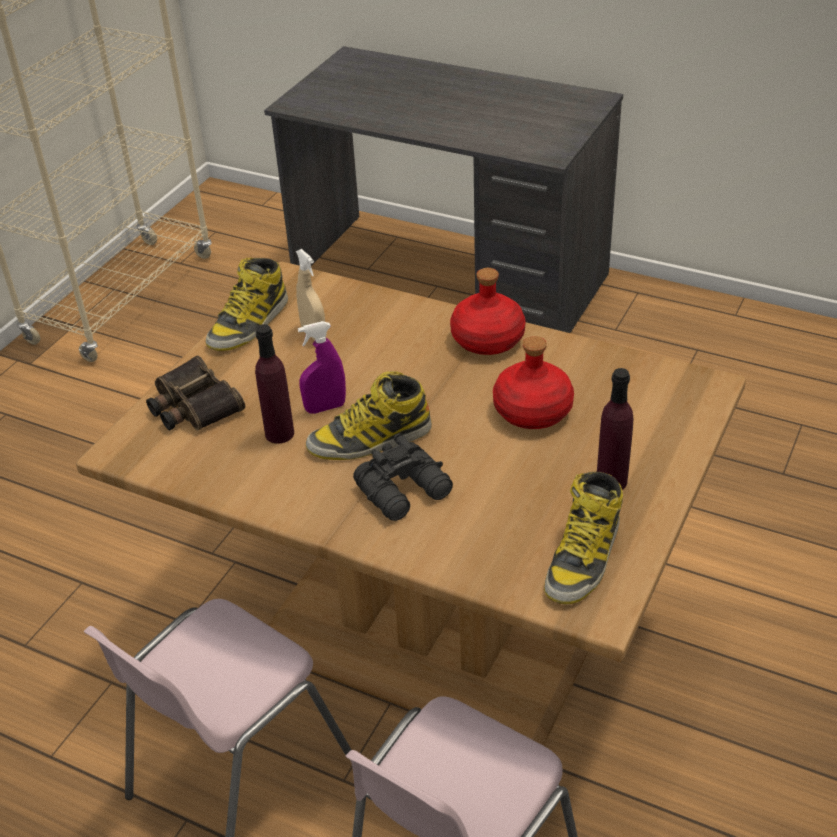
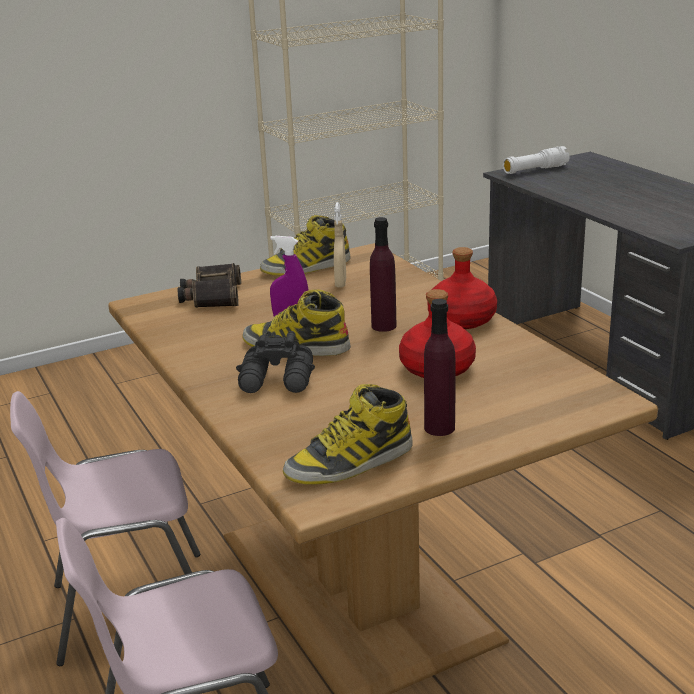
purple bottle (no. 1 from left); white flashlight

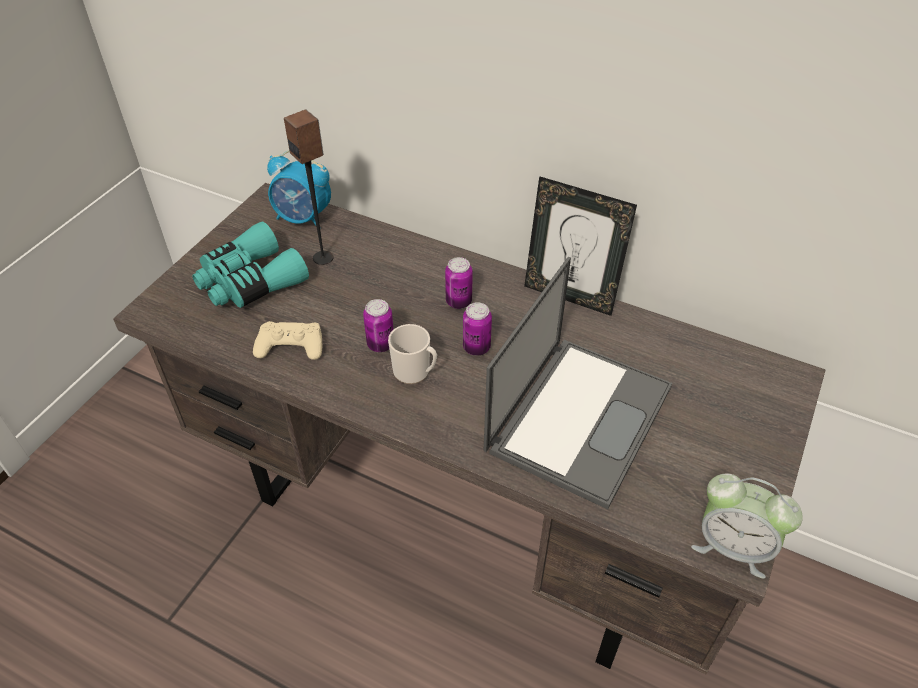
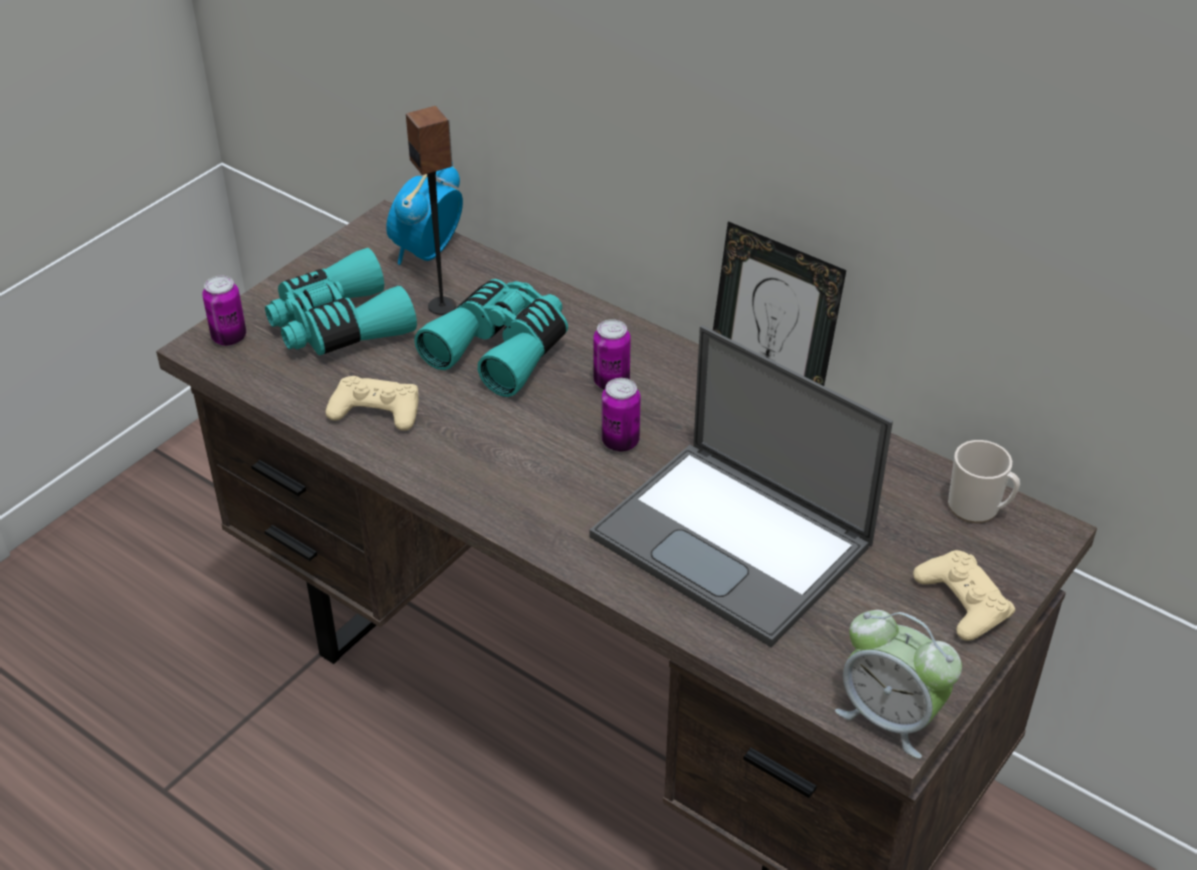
alarm clock (no. 1 from left); can (no. 1 from left); mug; laptop; turquoise binoculars (no. 2 from left); beige game controller (no. 2 from left)

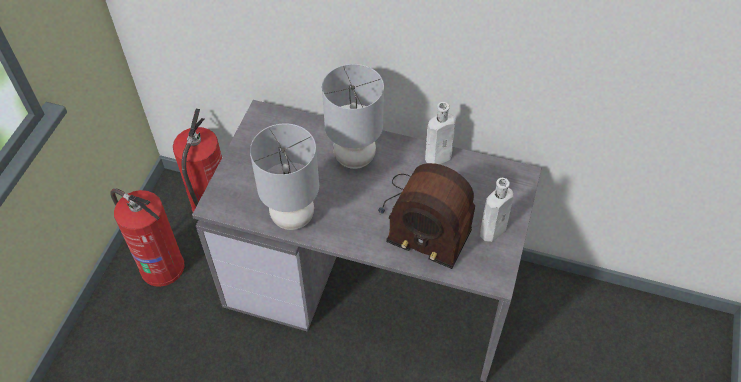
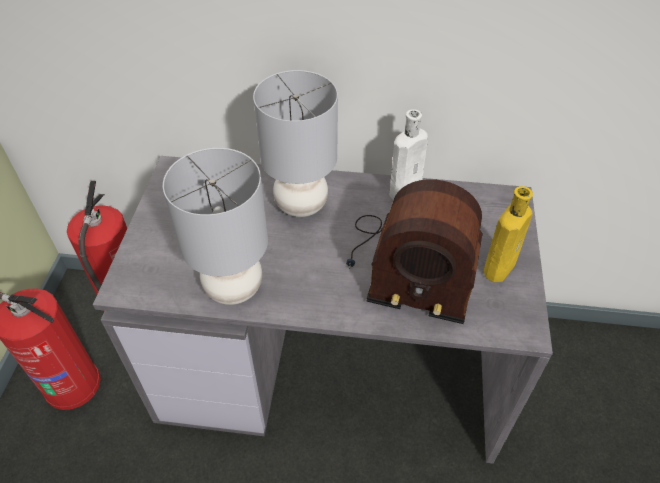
yellow bottle

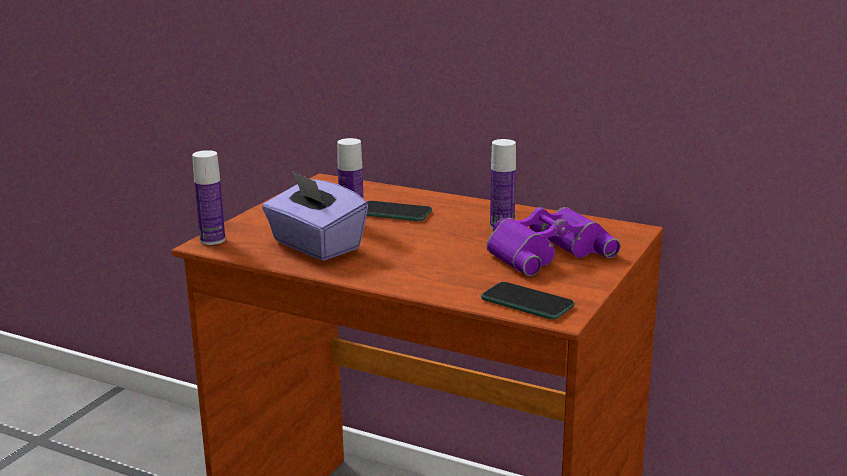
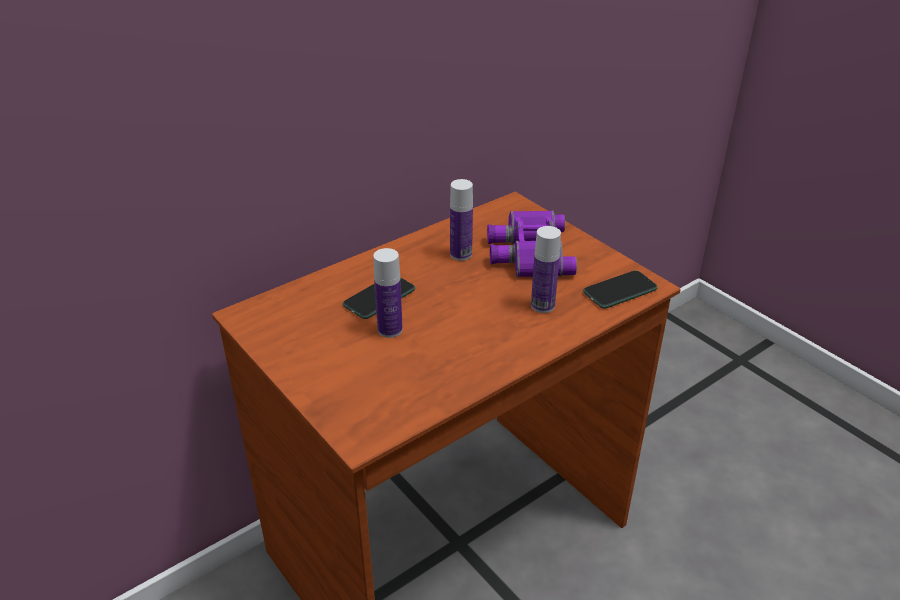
bottle (no. 3 from left); purple tissue box

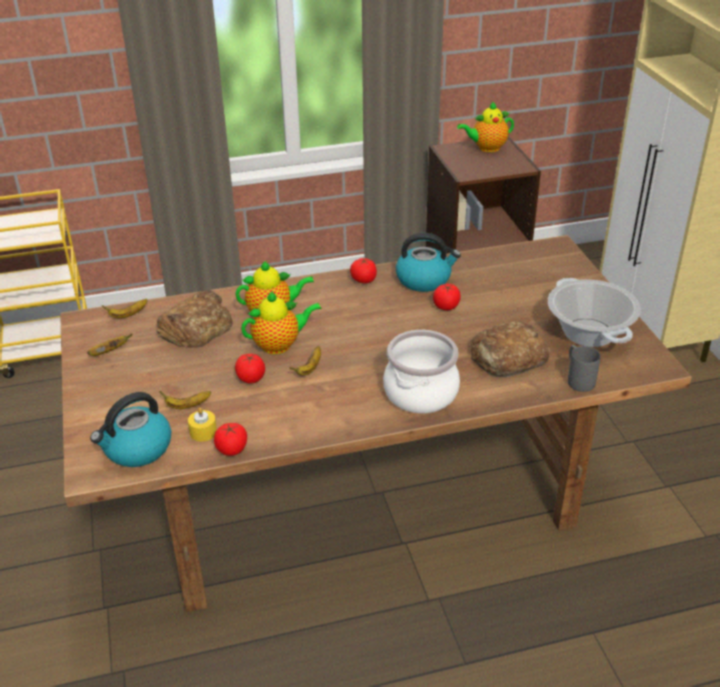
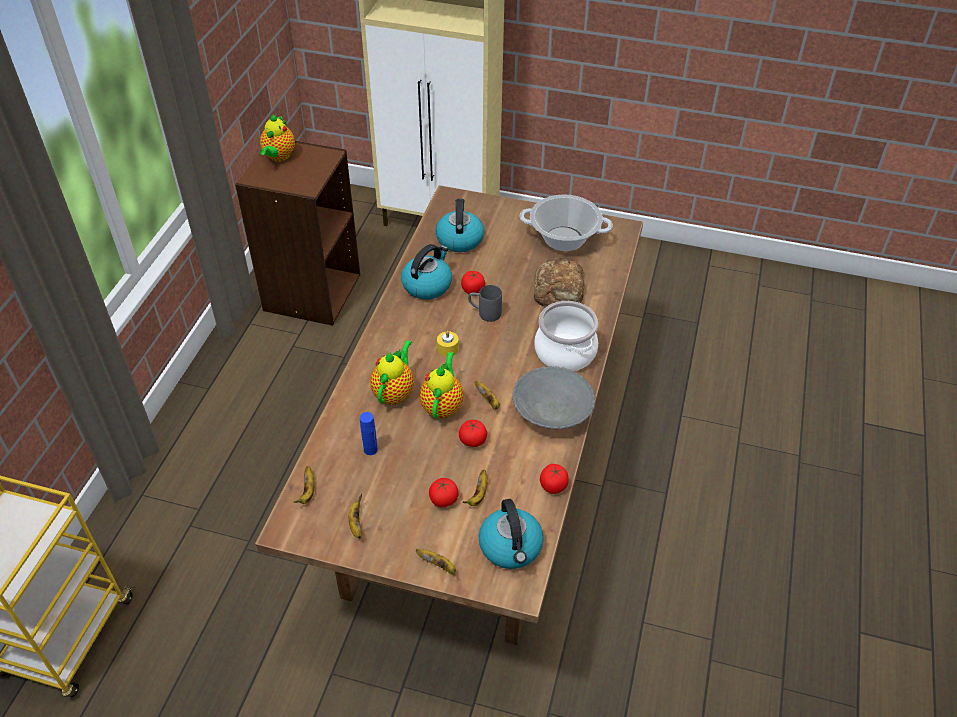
blue bottle; yellow candle; tomato (no. 1 from left); grey mug; banana (no. 3 from left); kettle (no. 2 from left); grey bowl

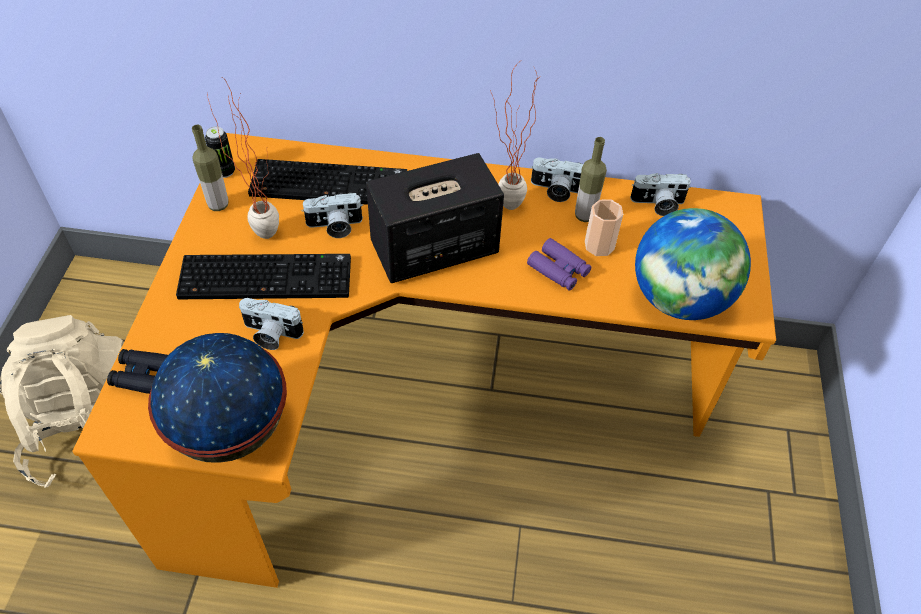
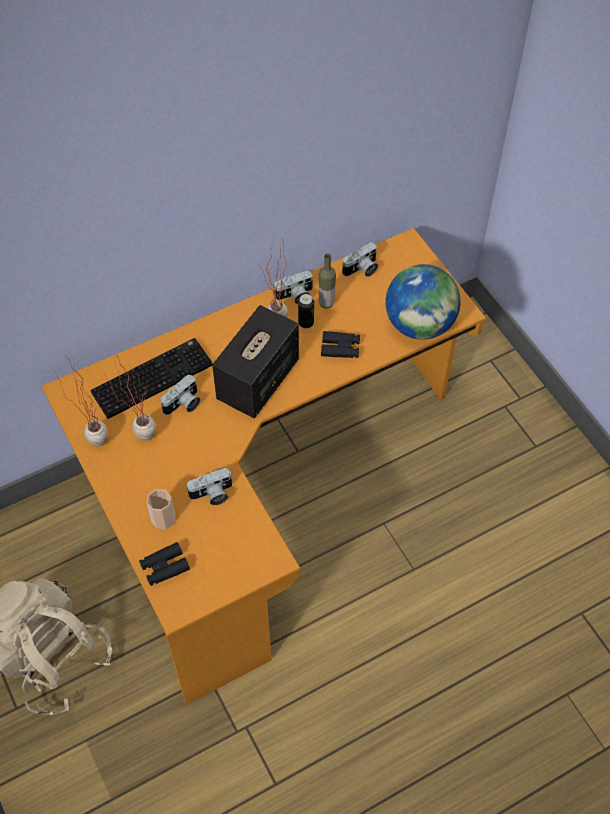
globe (no. 1 from left in the first image); keyboard (no. 1 from left in the first image); potted plant (no. 1 from left); can; black binoculars (no. 2 from left); cup

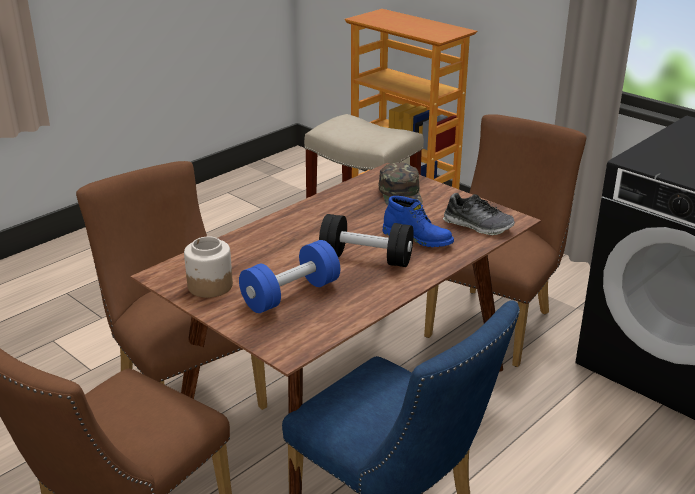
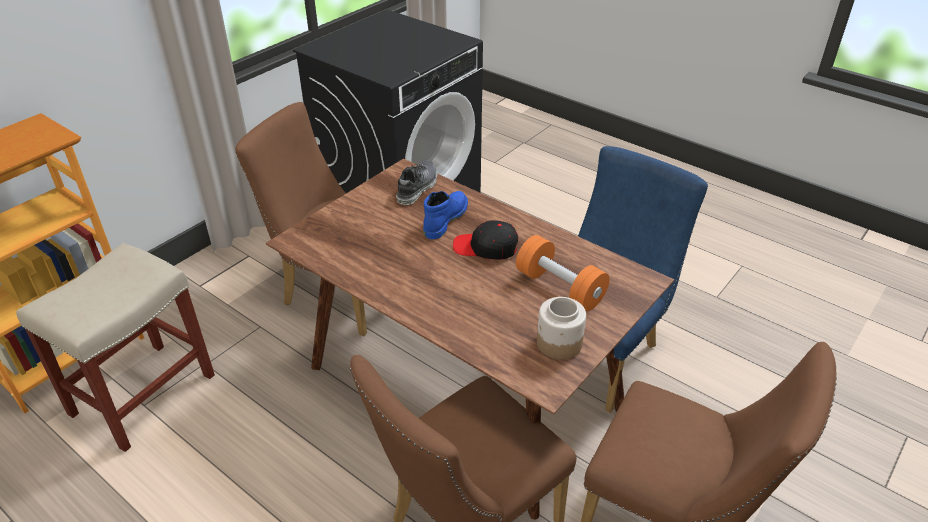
orange dumbbell; black cap; green cap

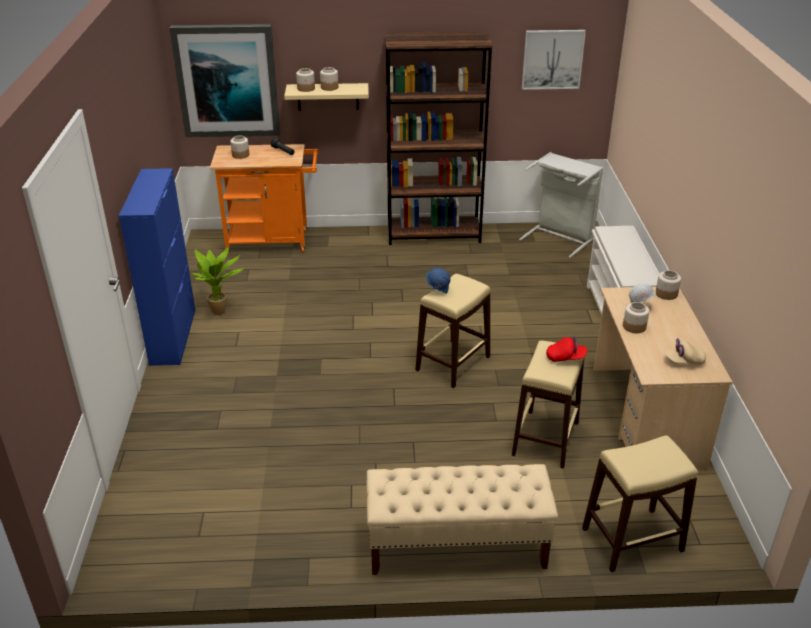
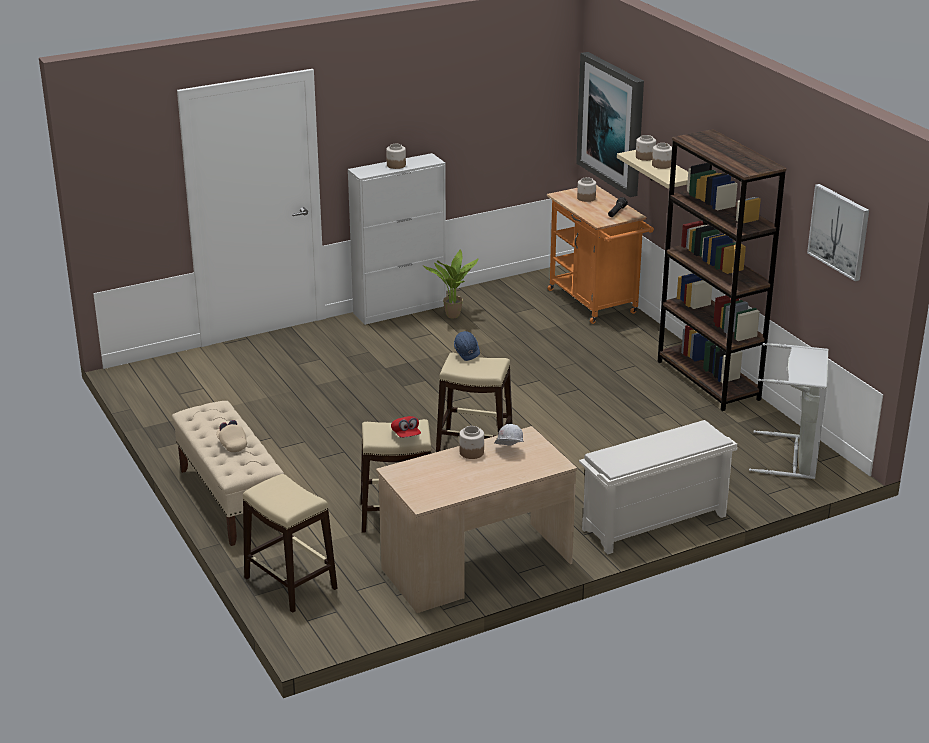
white cabinet; jar (no. 1 from left); beige cap

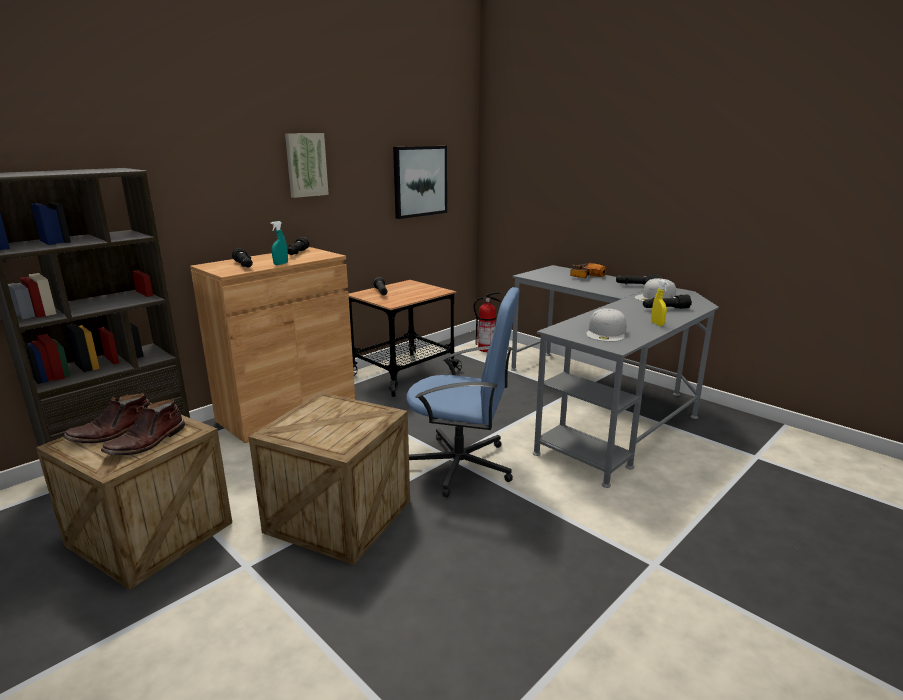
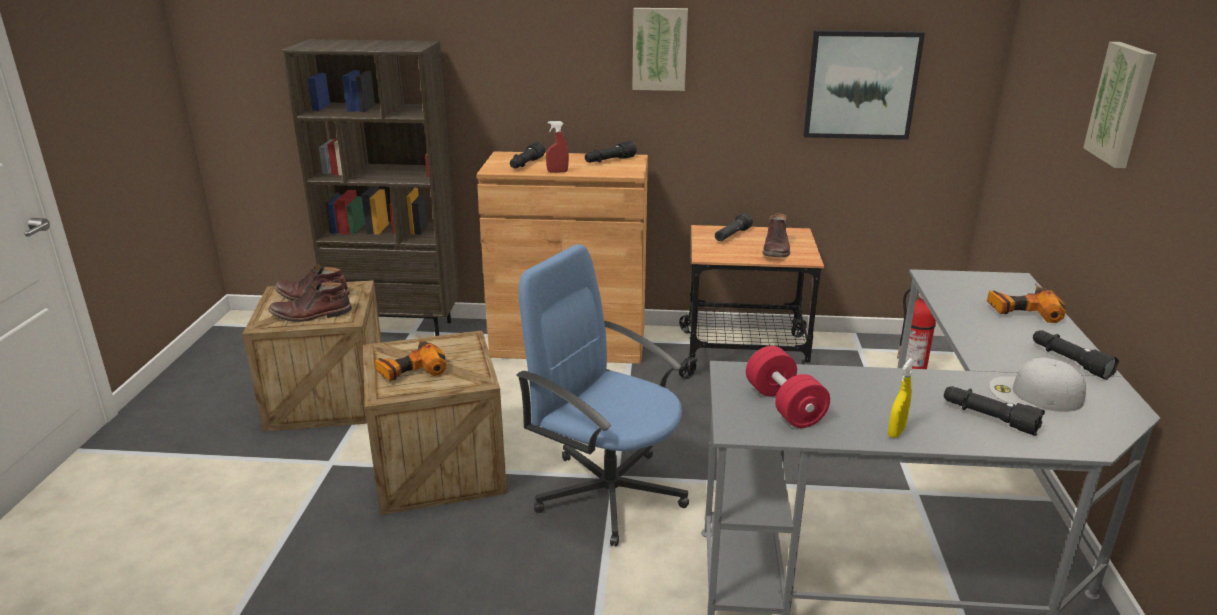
red spray bottle; blue office chair; red dumbbell; power drill (no. 1 from left); brown boot (no. 3 from left); picture (no. 3 from left)

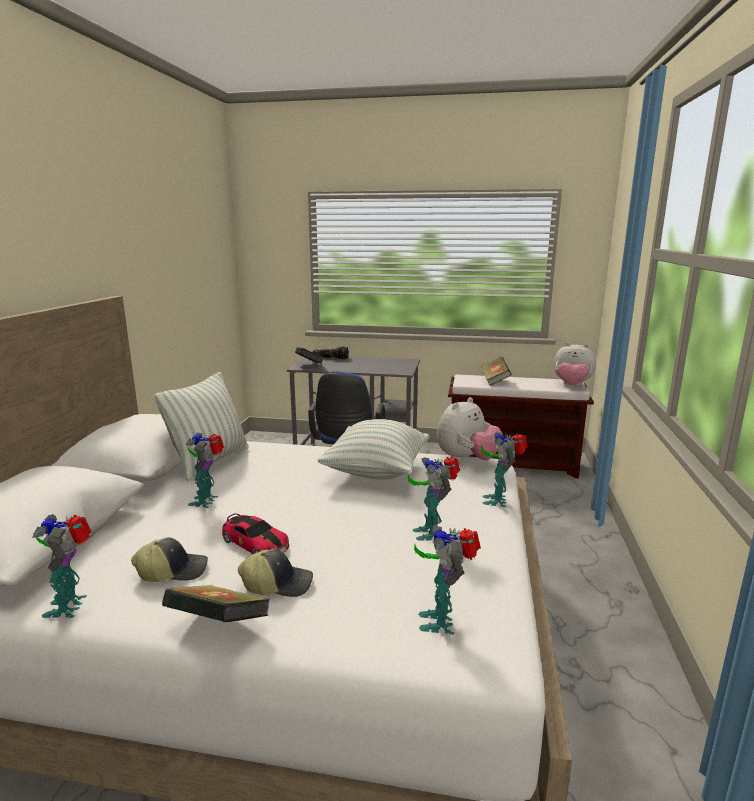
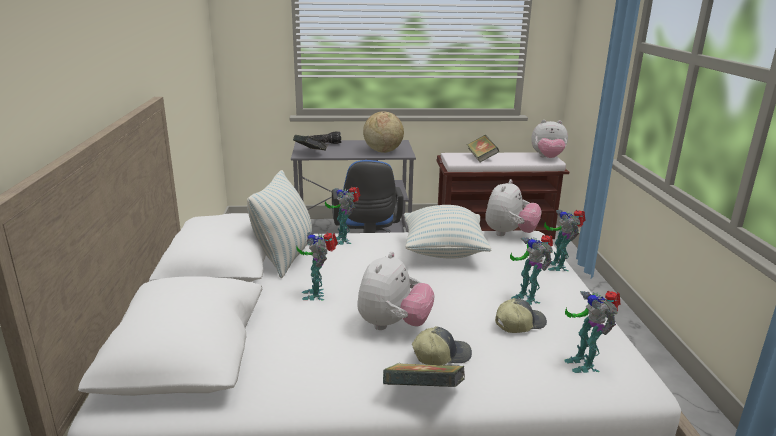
toy robot (no. 2 from left); cap (no. 2 from left); plush toy (no. 1 from left); globe

